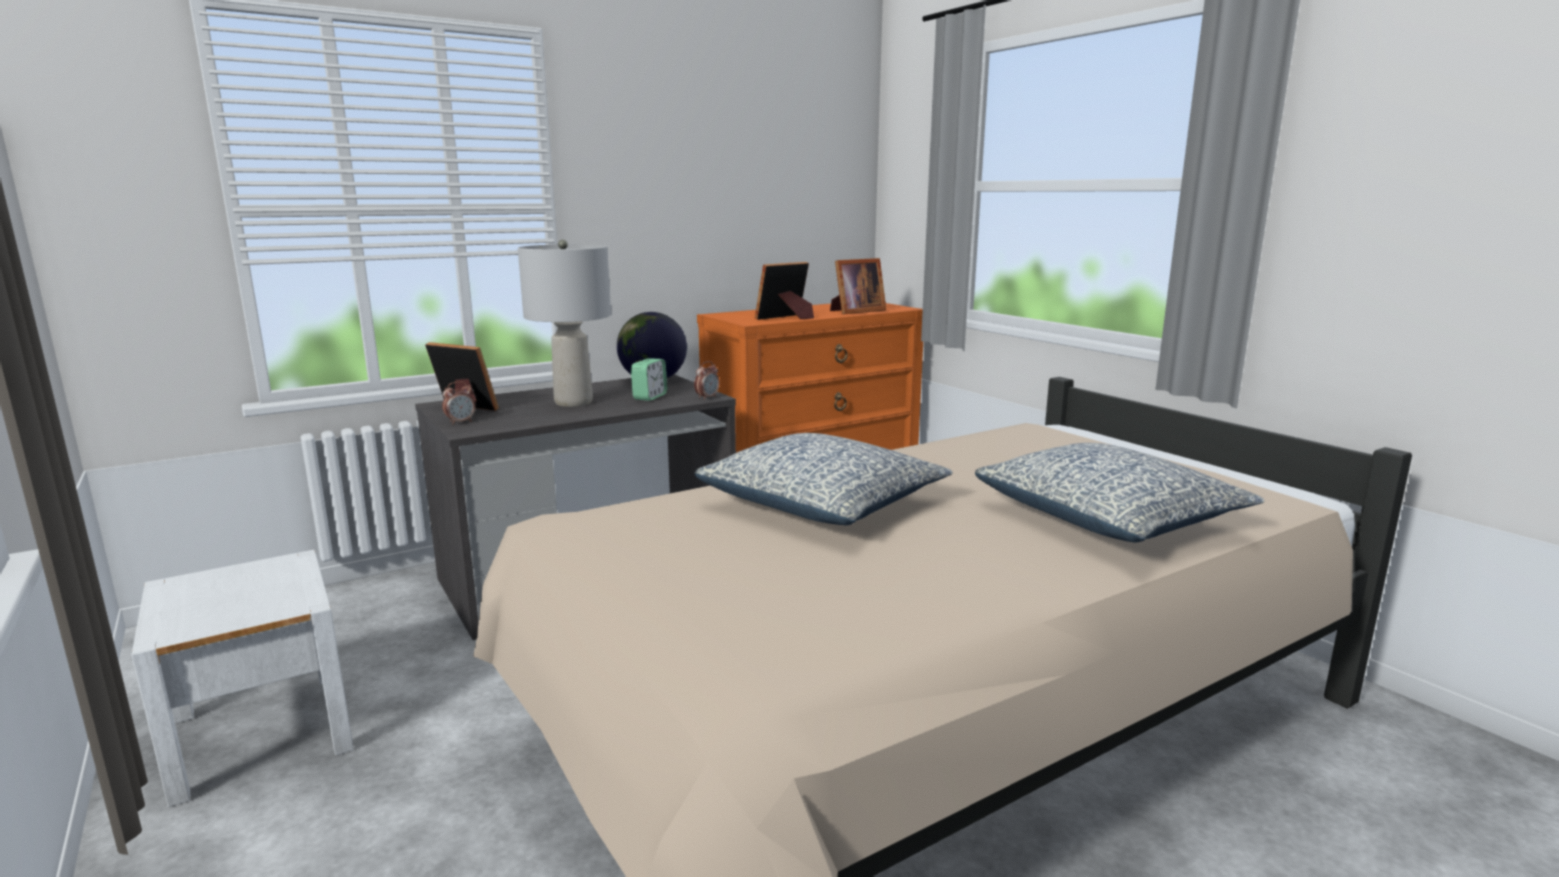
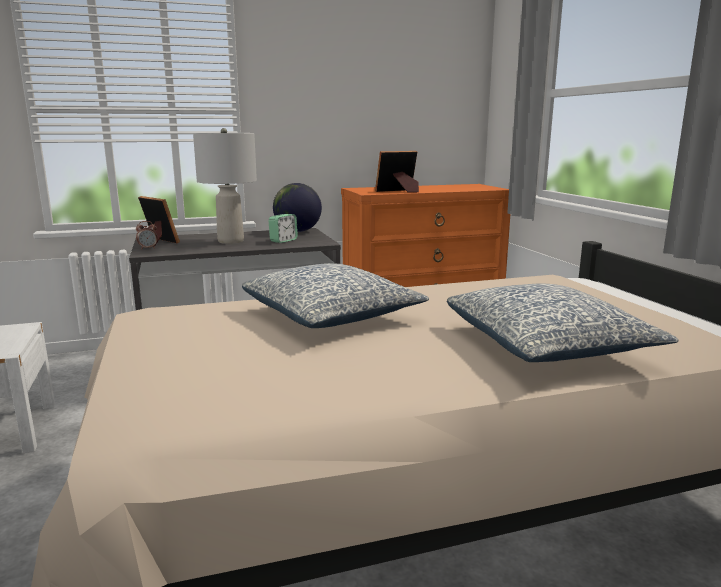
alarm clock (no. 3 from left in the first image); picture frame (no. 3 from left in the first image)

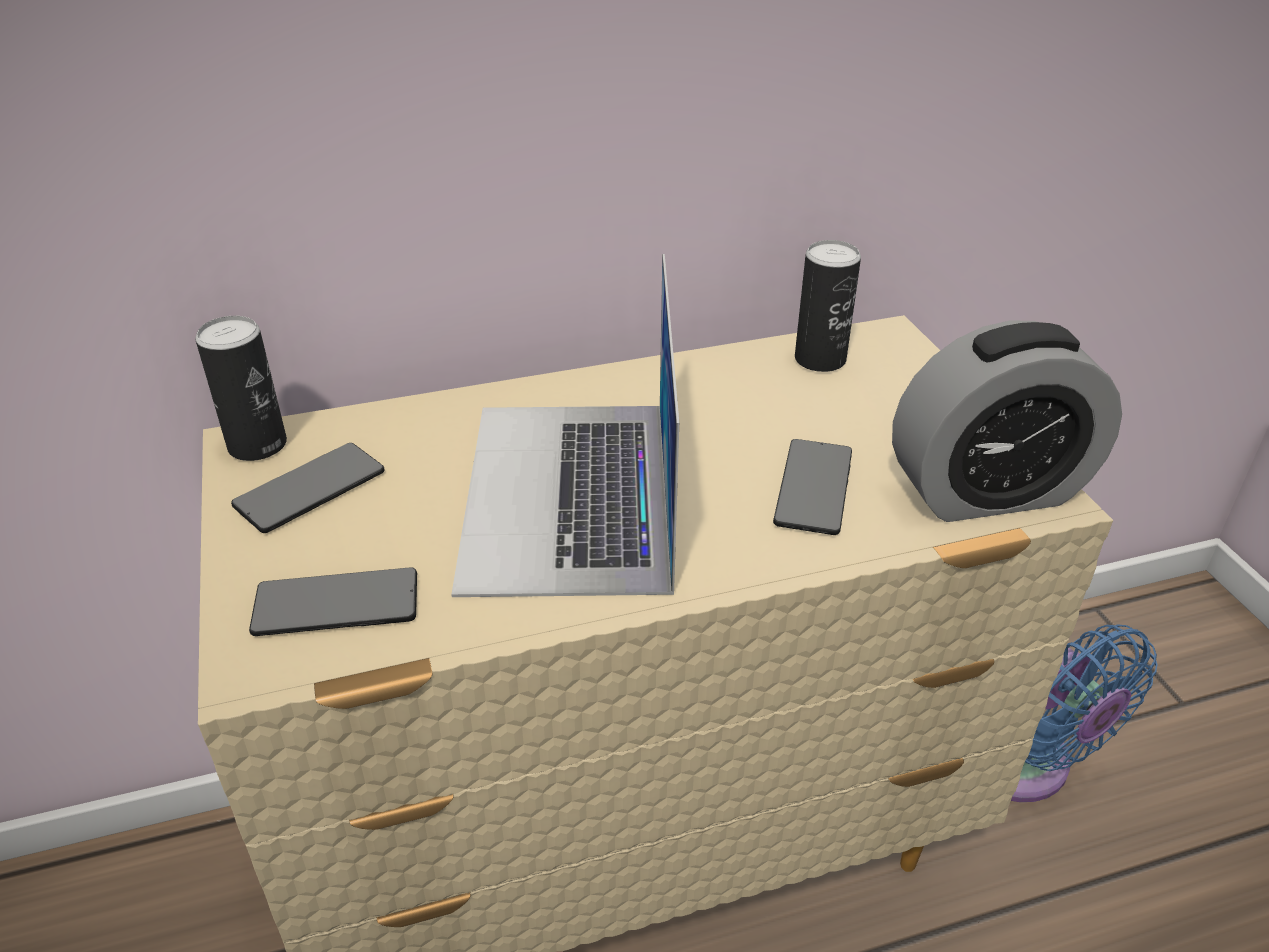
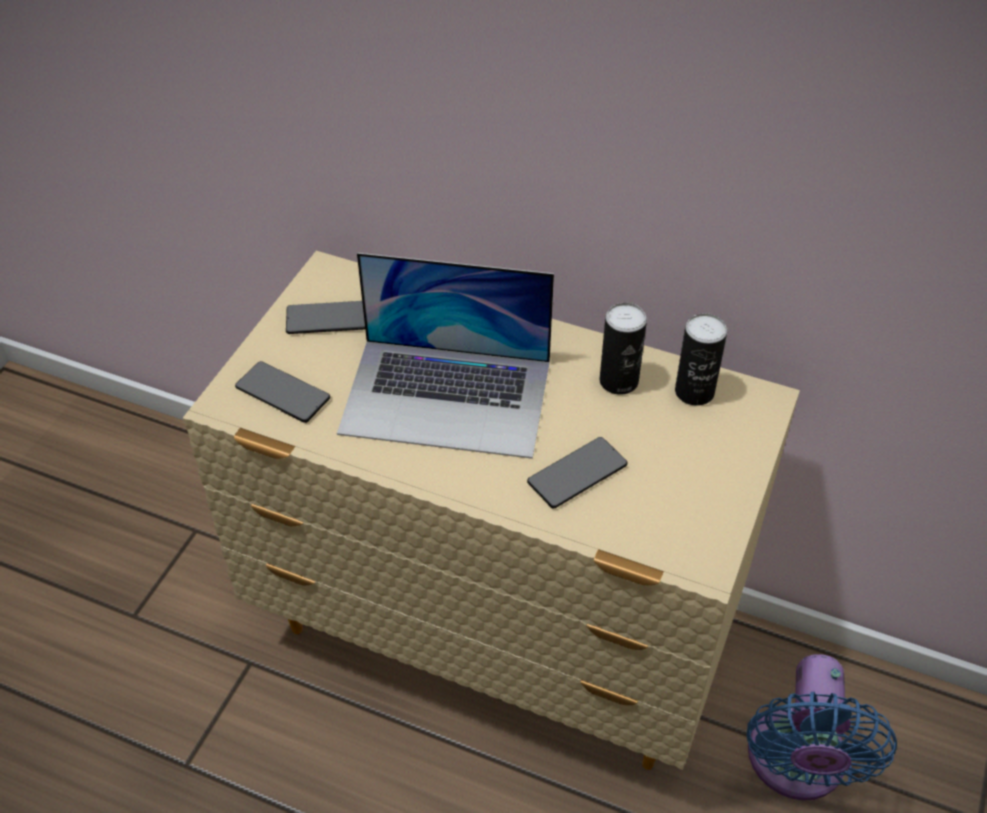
can (no. 1 from left); laptop; alarm clock

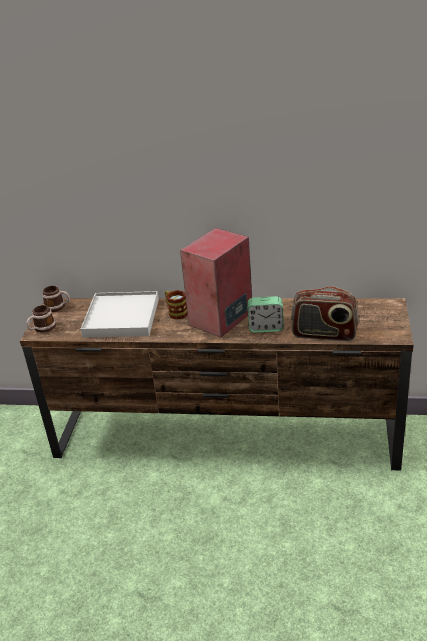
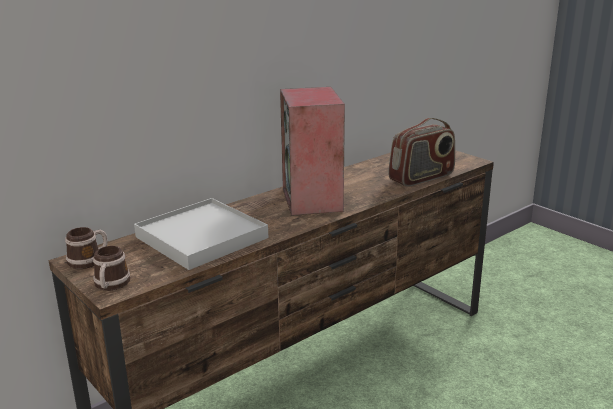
mug (no. 3 from left in the first image); alarm clock

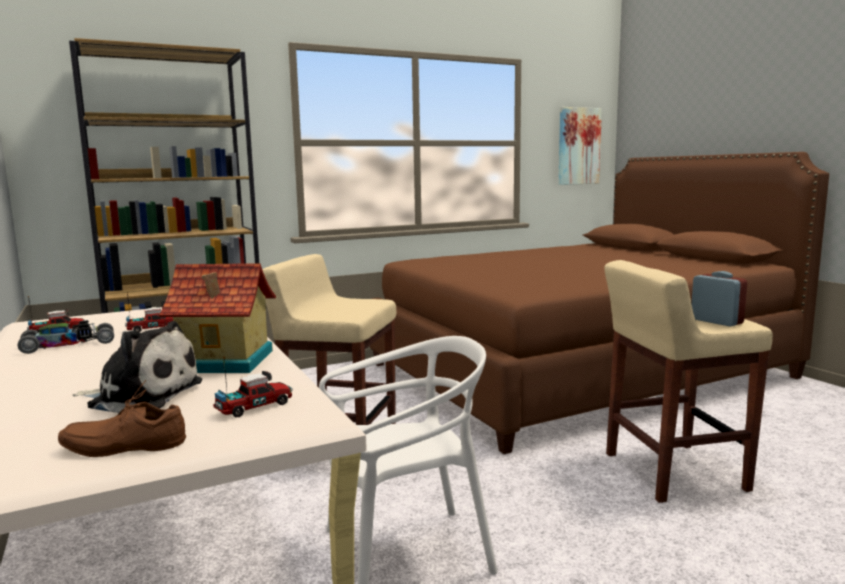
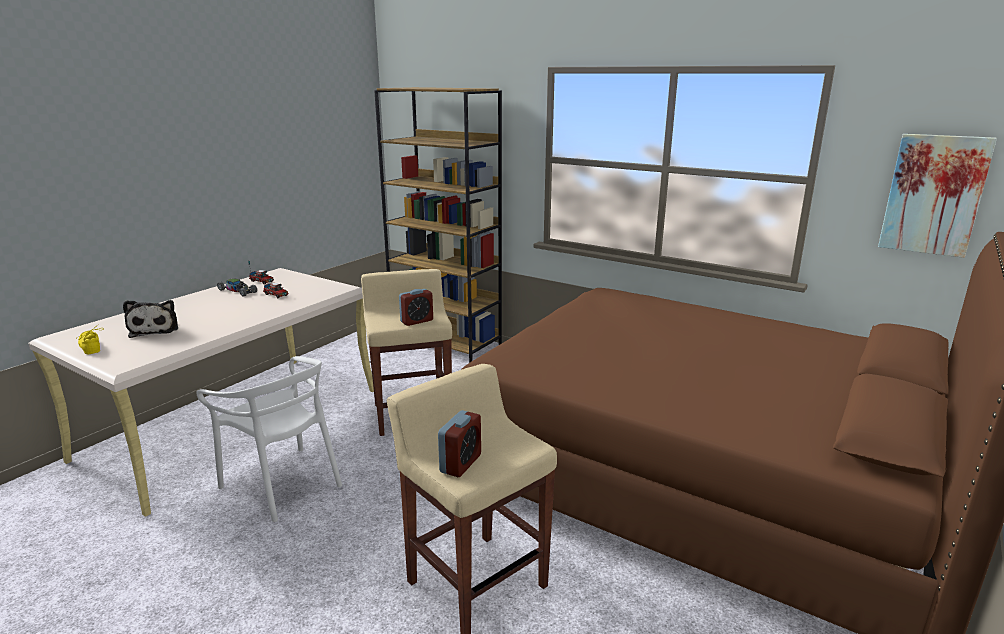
yellow shoe; toy house; toy truck (no. 3 from left in the first image); alarm clock (no. 1 from left)

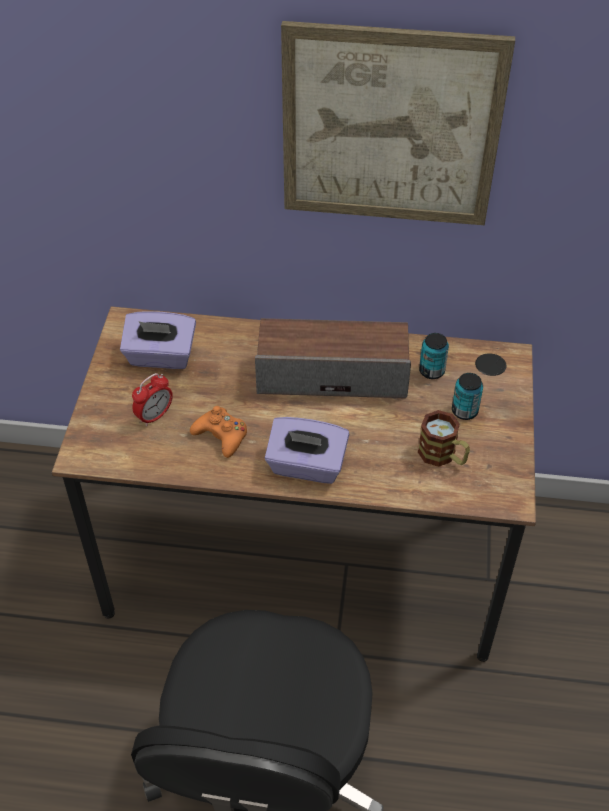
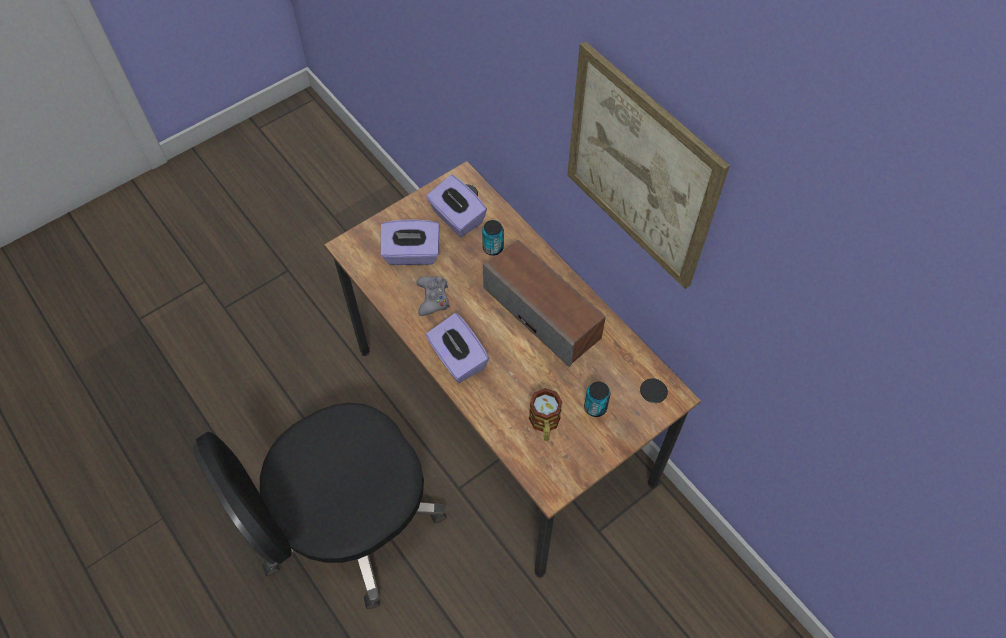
purple tissue box (no. 1 from left); grey game controller; can (no. 1 from left)

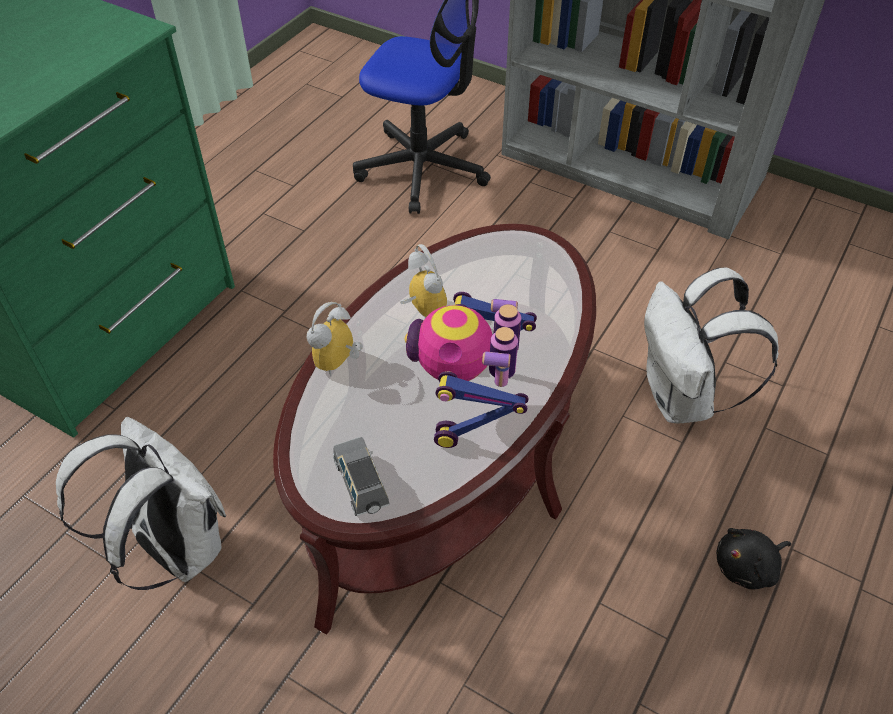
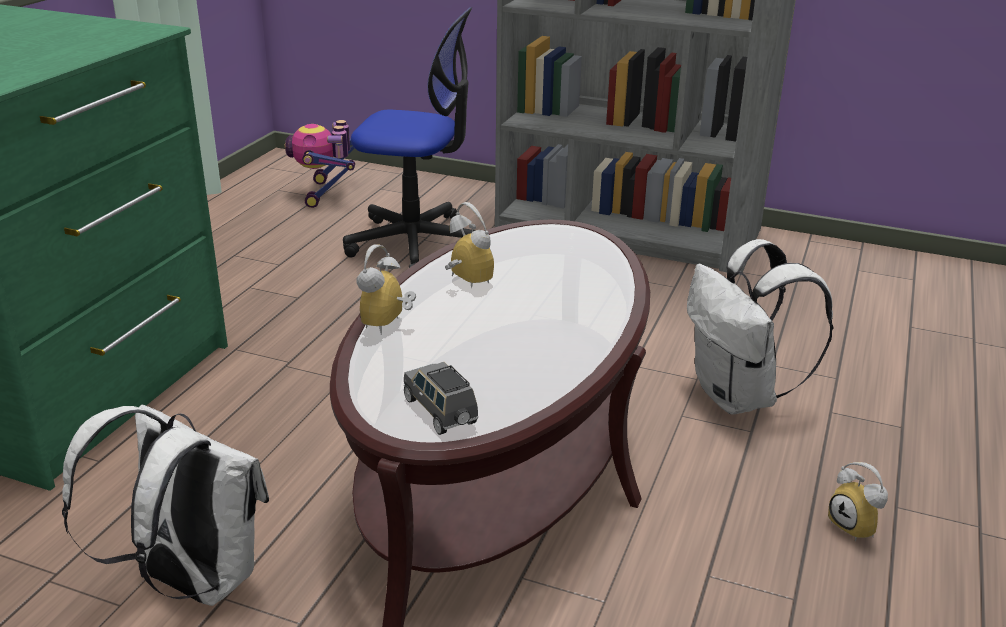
toy robot; alarm clock (no. 3 from left)

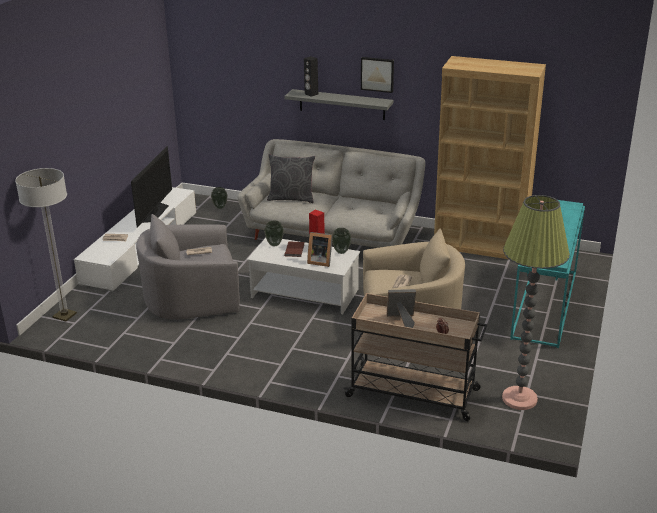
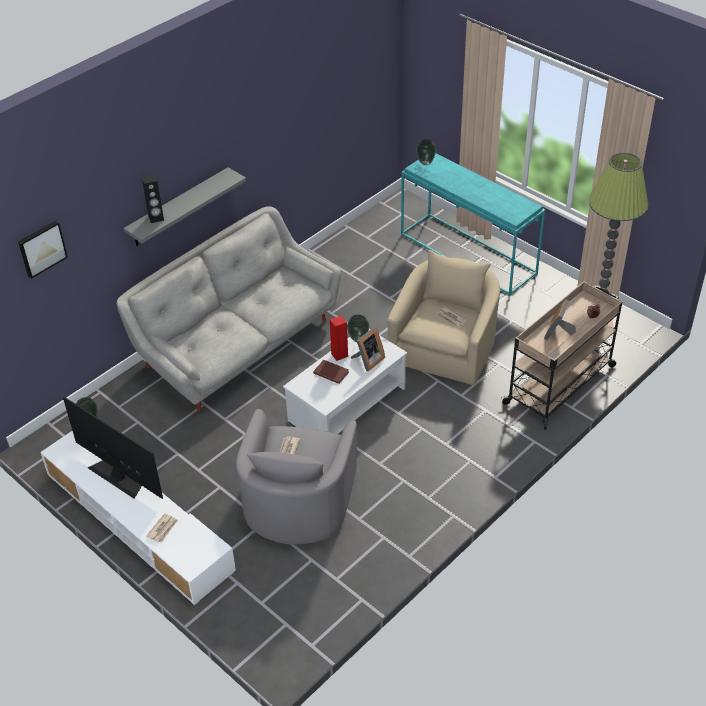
floor lamp (no. 1 from left in the first image); vase (no. 3 from left); grey pillow; picture; brown bookcase

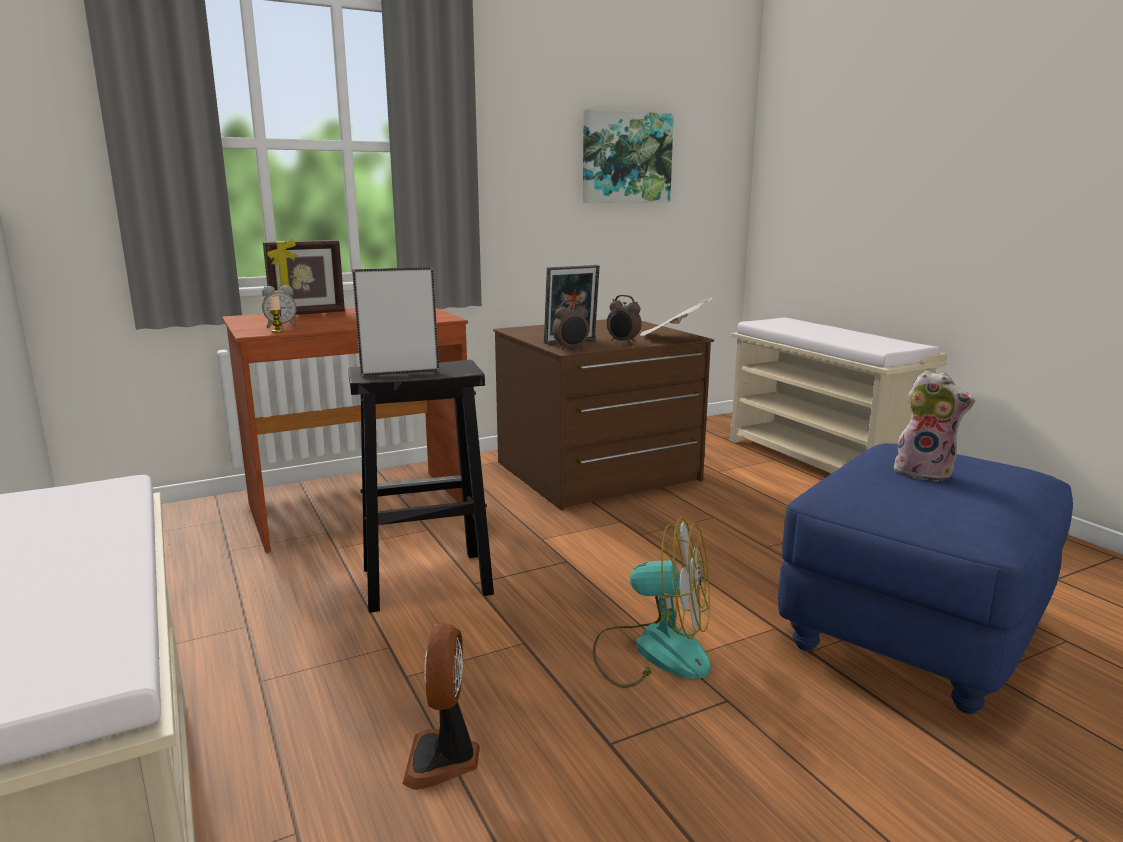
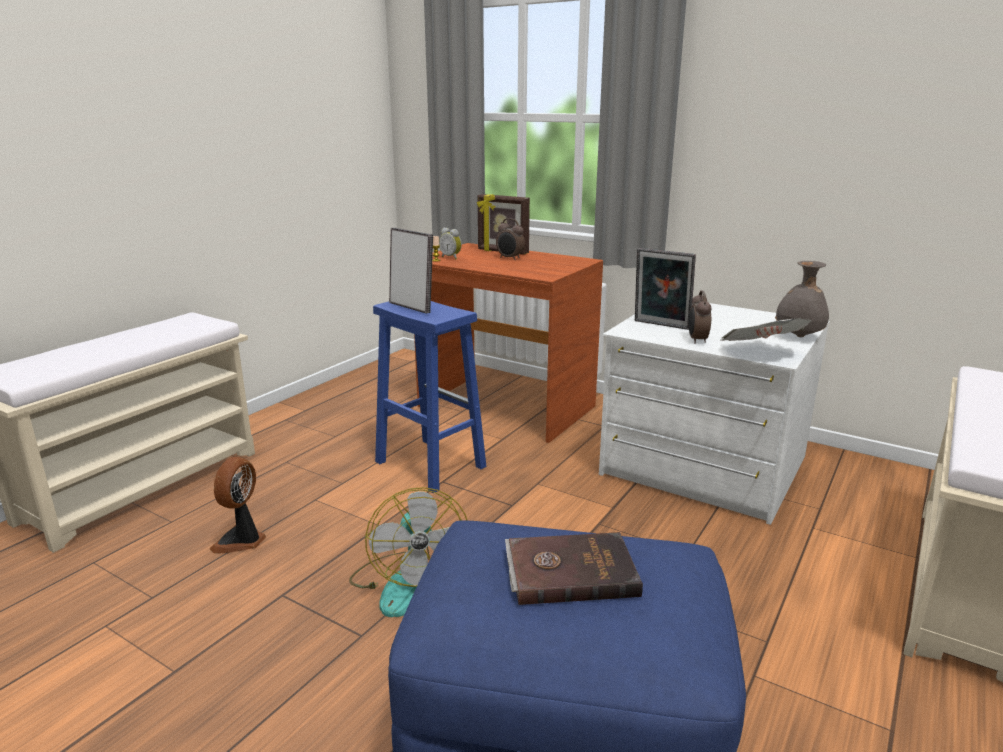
blue stool; fan (no. 1 from left); white dresser; alarm clock (no. 2 from left); picture; brown book; grey vase

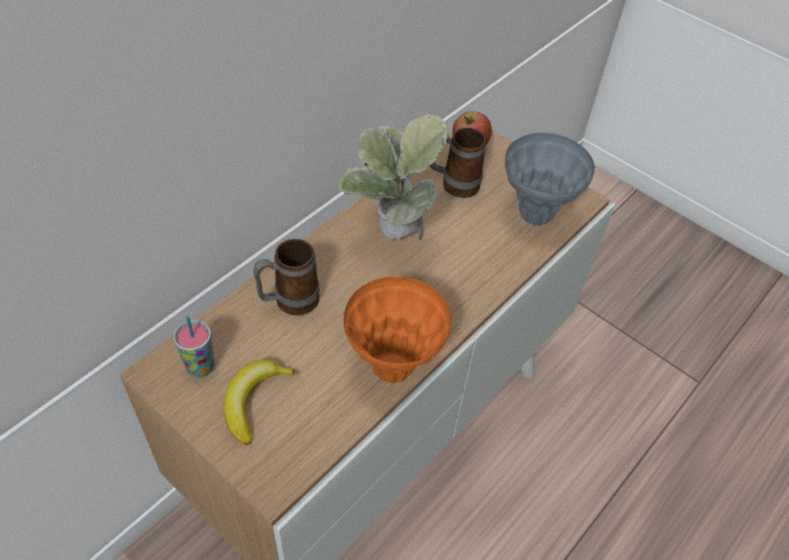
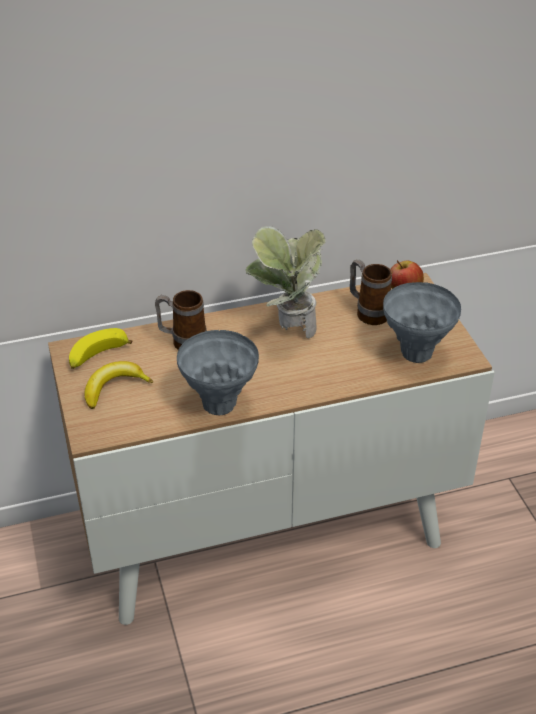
banana (no. 1 from left); grey vase (no. 1 from left)

